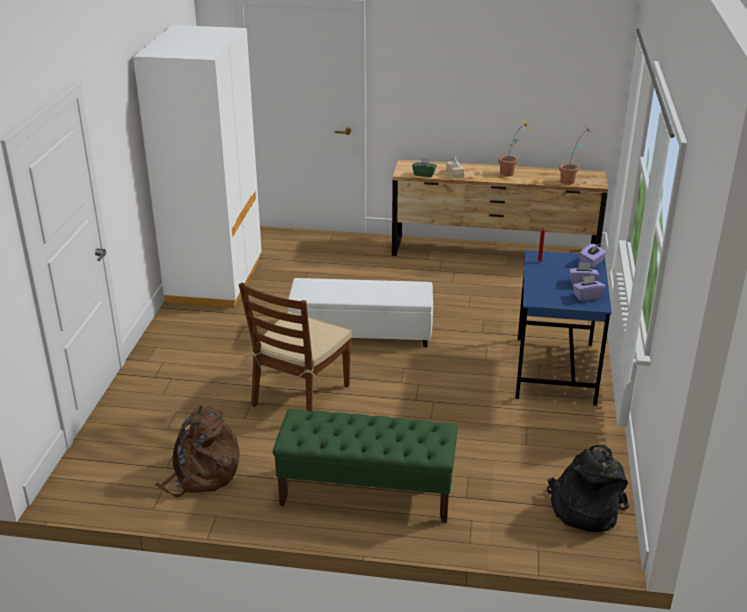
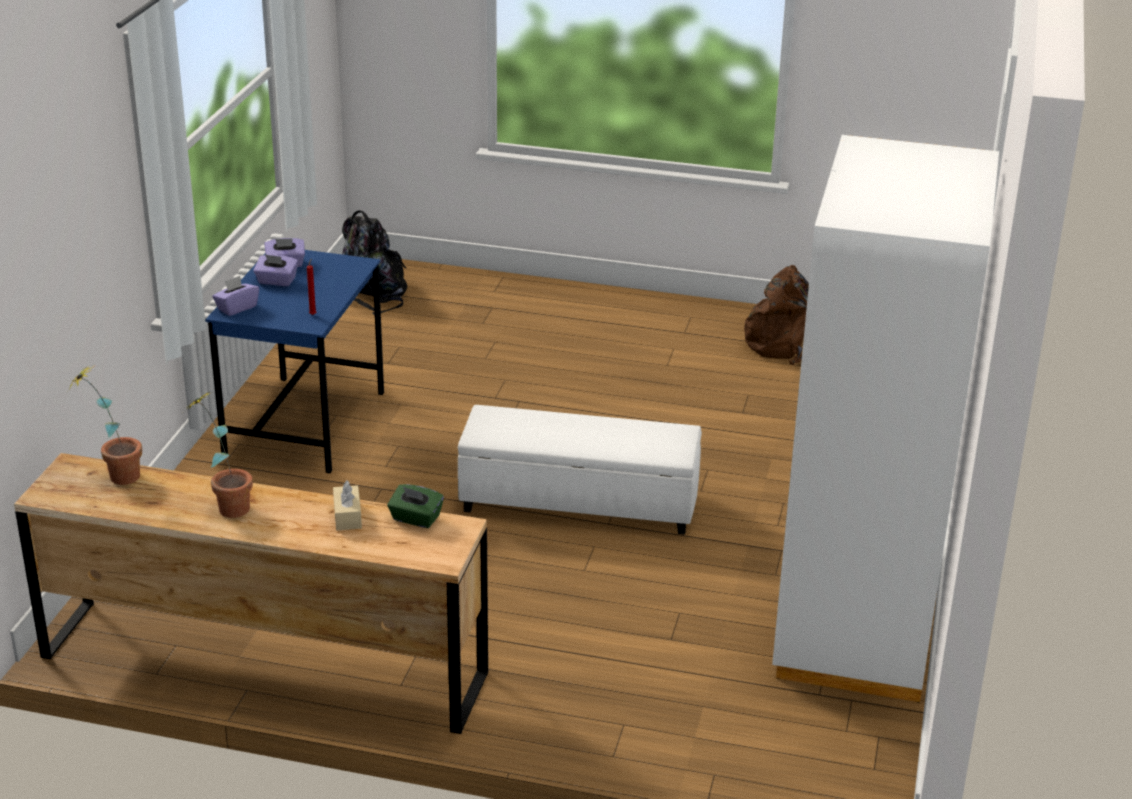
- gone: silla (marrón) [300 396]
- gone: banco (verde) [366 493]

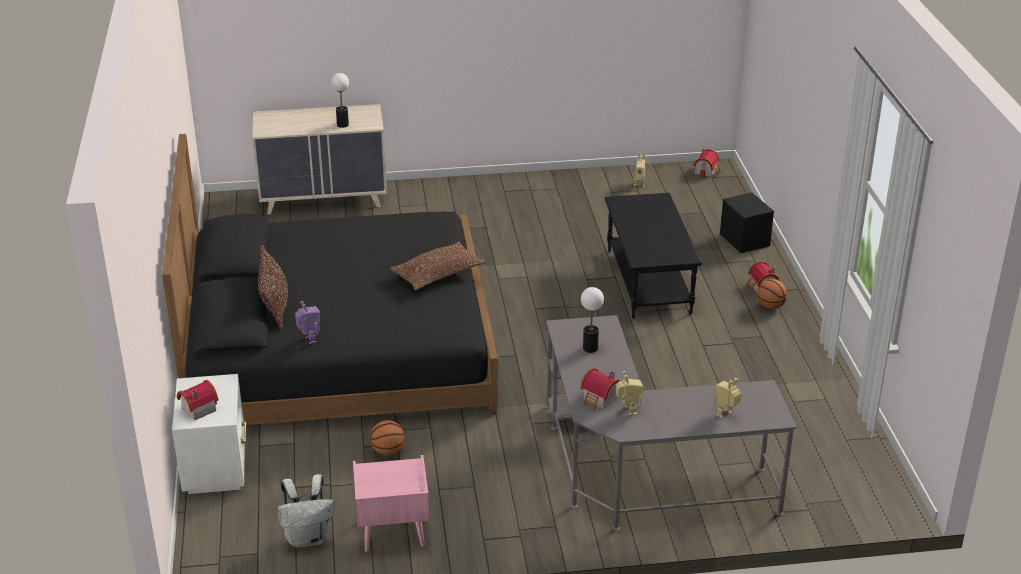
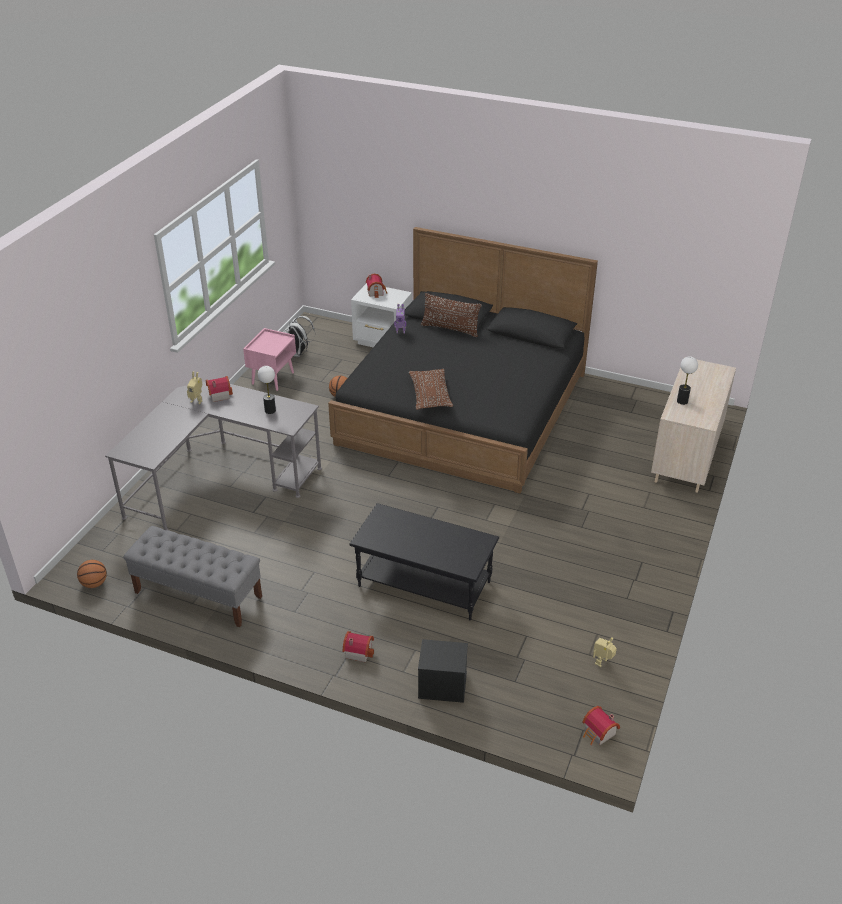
- gone: robot de juguete [726 415]
- new: banco (gris) [198 594]
- shifted: balón de baloncesto [770 306] to [94 583]

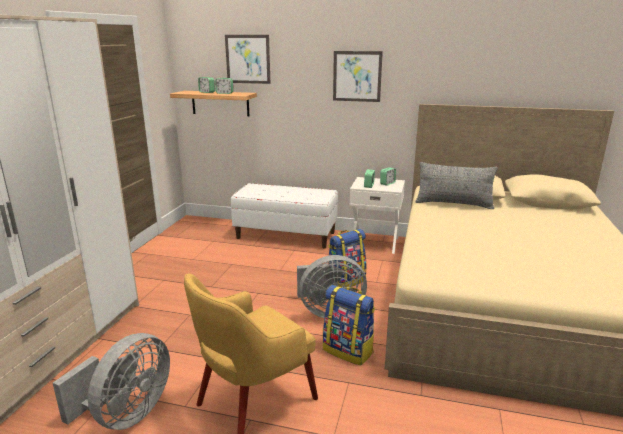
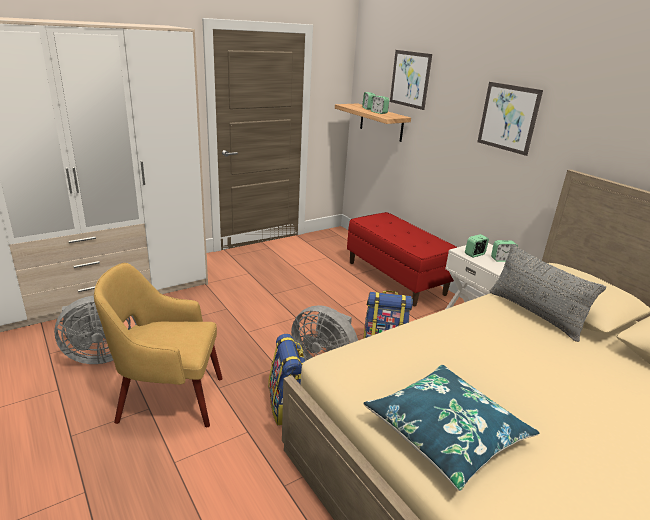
- new: cojín (azul) [446 432]
- repainted: banco (blanco) [286 235] to banco (rojo) [396 278]

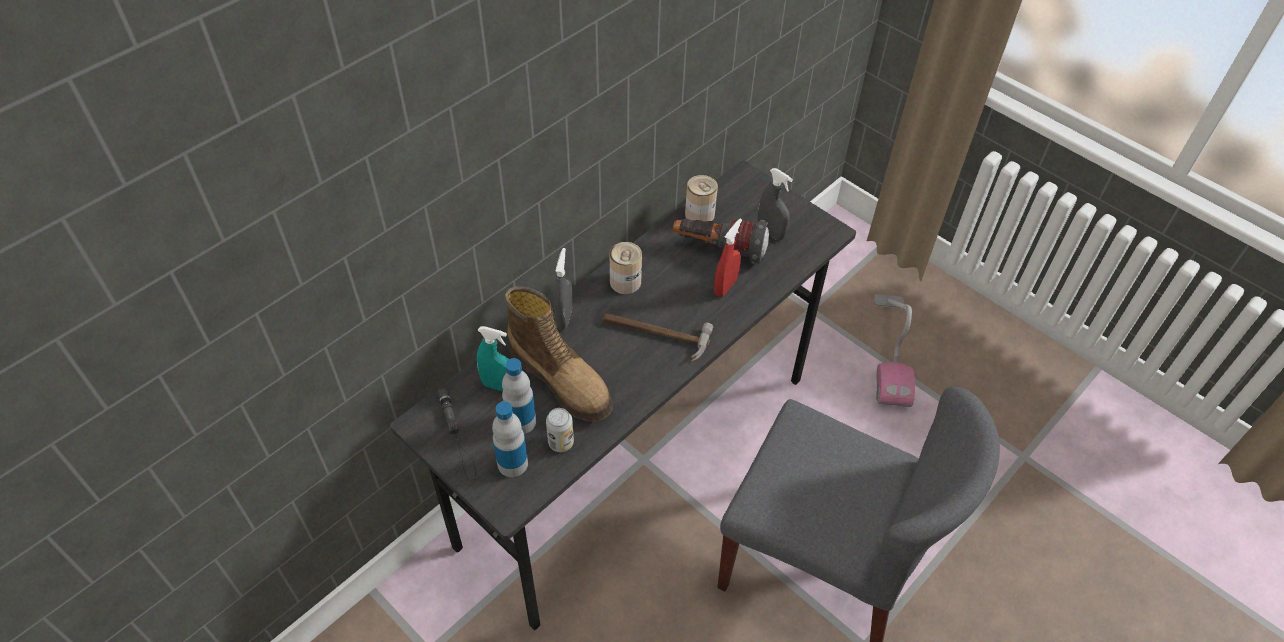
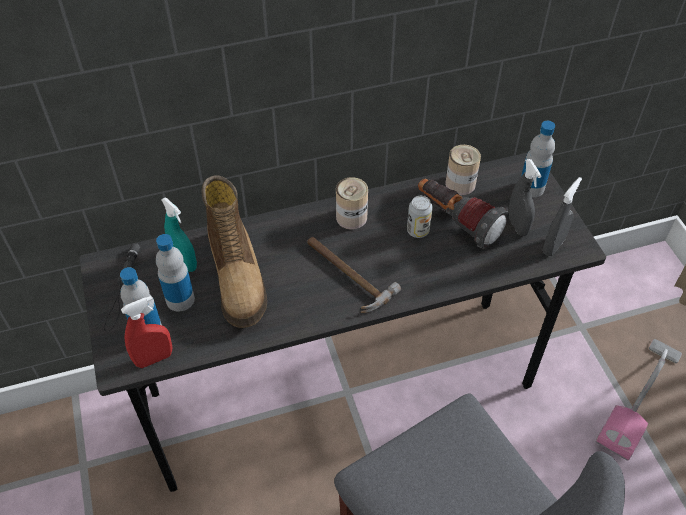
- new: botella [531 188]
- shifted: lata [561 442] to [418 231]
- shifted: pulverizador (gris) [564 318] to [553 246]
- shifted: pulverizador (rojo) [725 286] to [154 358]

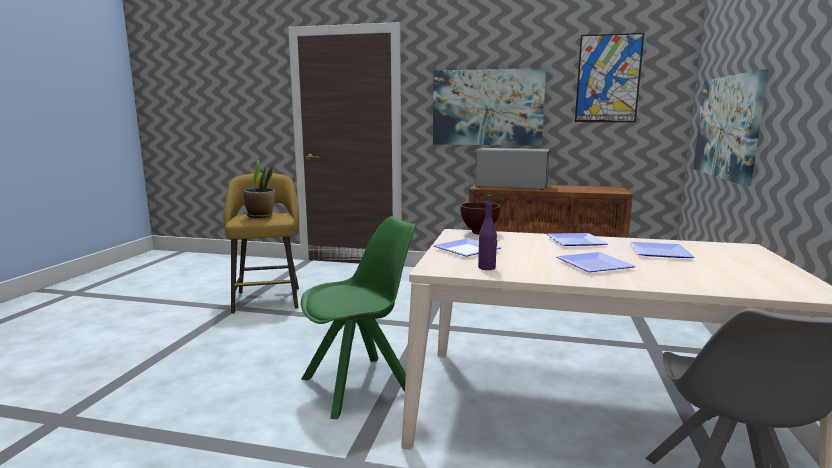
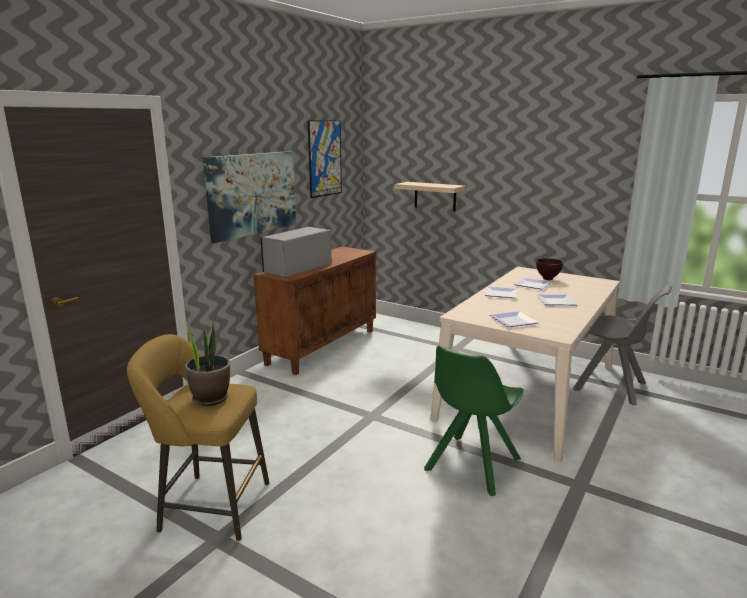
- gone: botella (morado) [487 268]
- shifted: cuenco (marrón) [480 233] to [548 279]
- swapped: cuadro [728 127] to estante [435 196]
- rotated: silla (verde) [360 385] = [471 465] 135 degrees counterclockwise

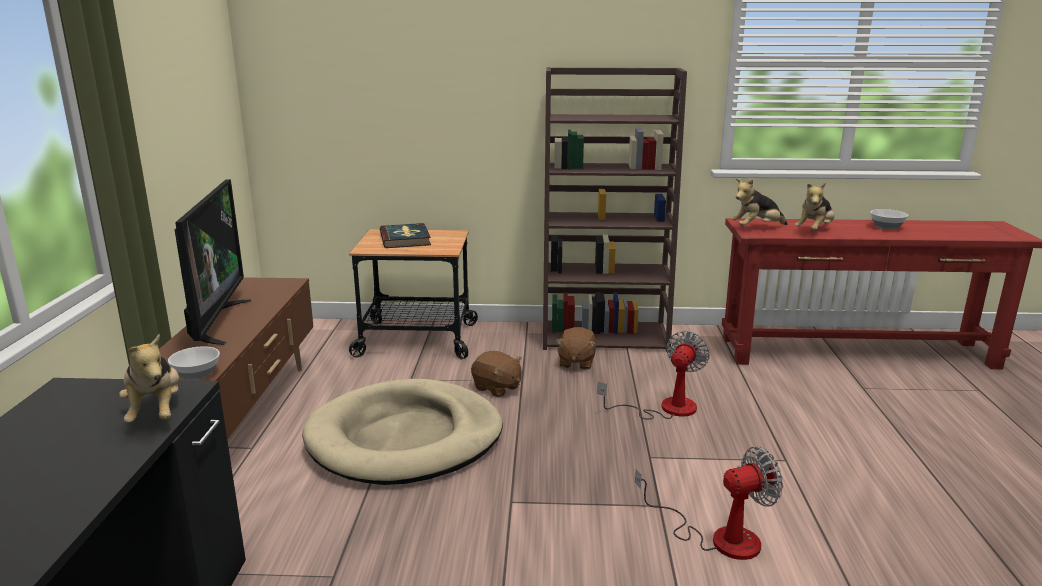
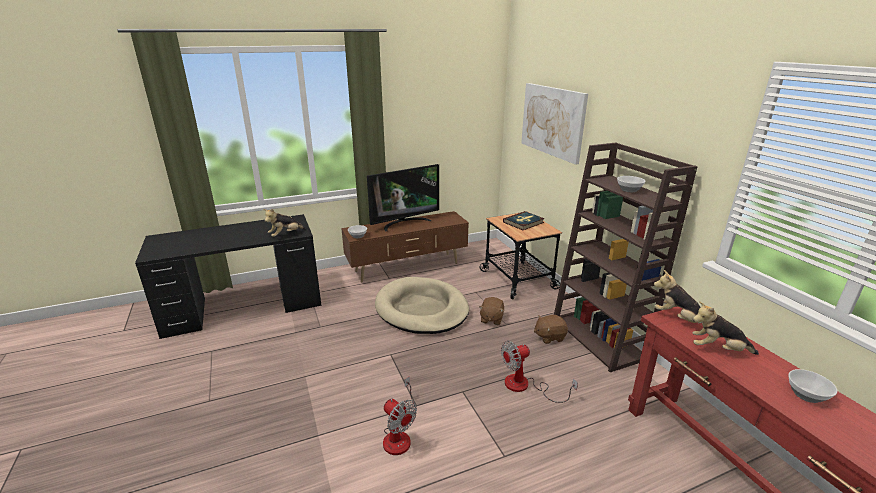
- new: cuadro [552 121]
- new: cuenco [628 190]
- rotated: ventilador [665 408] = [525 386] 150 degrees clockwise

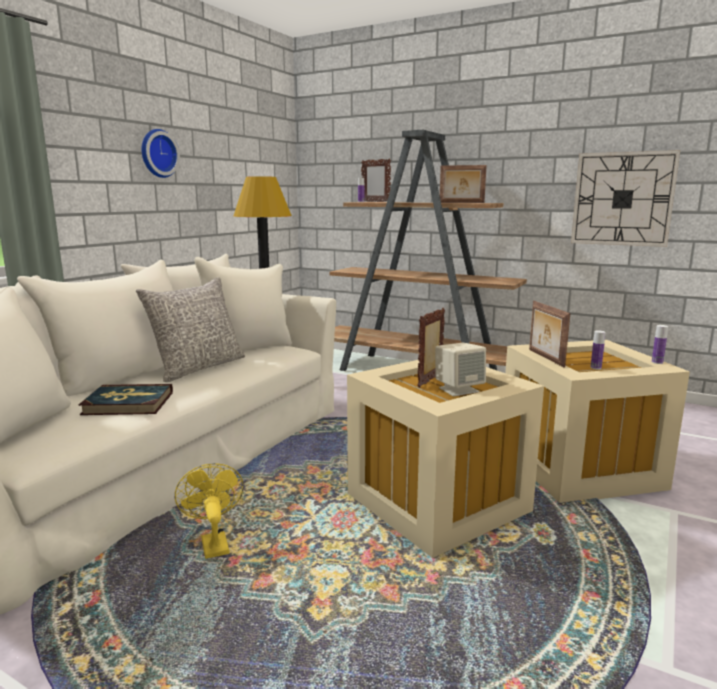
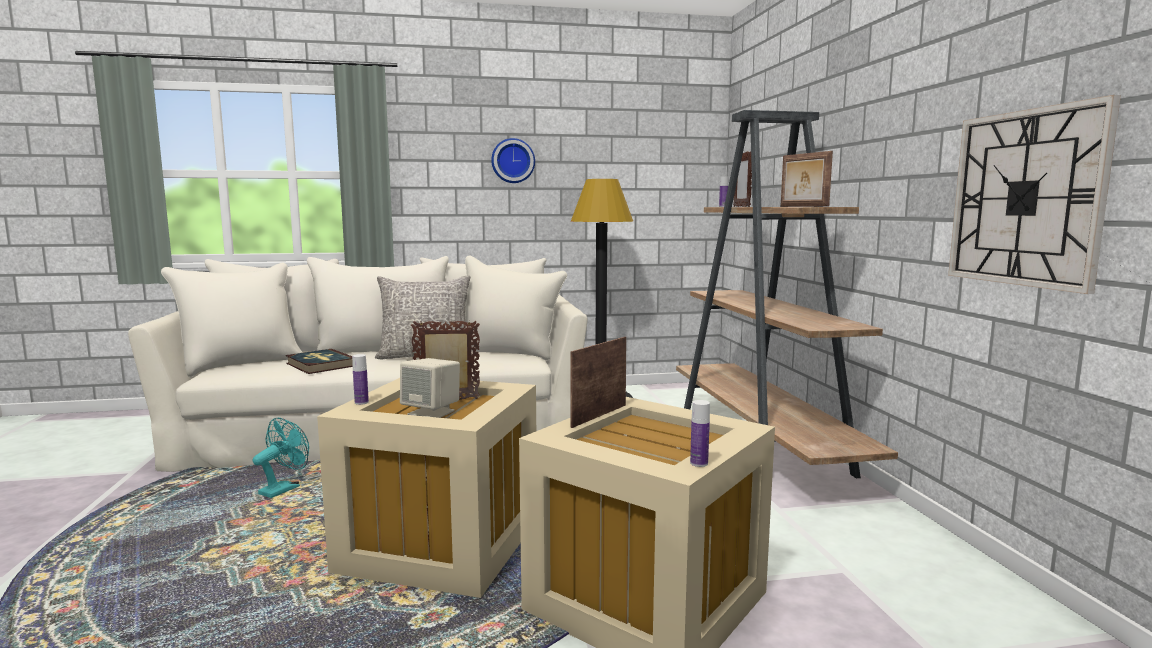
- shifted: botella [595 367] to [361 402]
- repainted: ventilador (amarillo) [213 543] to ventilador (turquesa) [284 489]

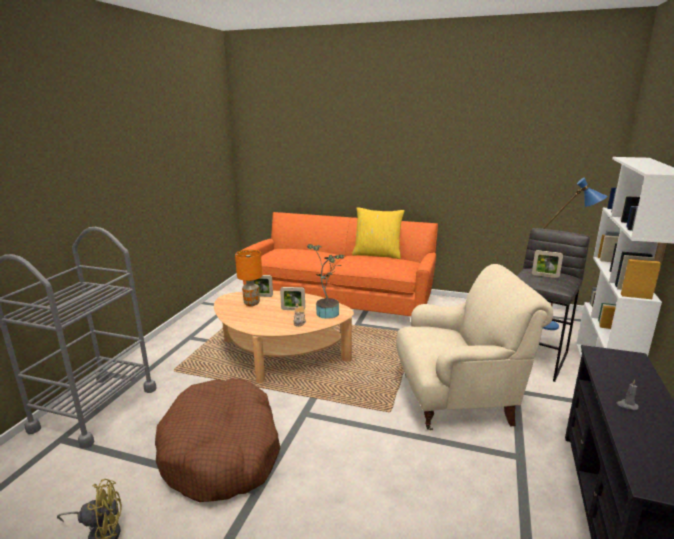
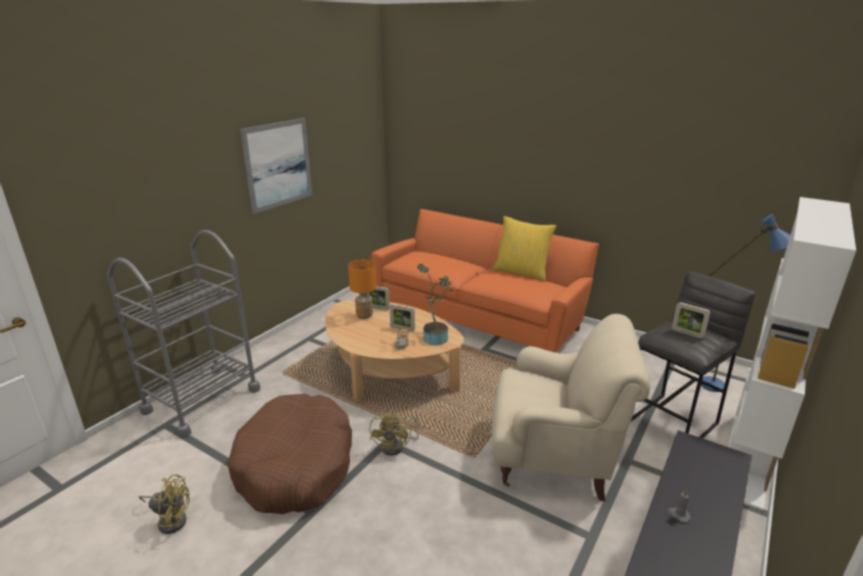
- new: cuadro [278 164]
- new: ventilador (amarillo) [396 446]

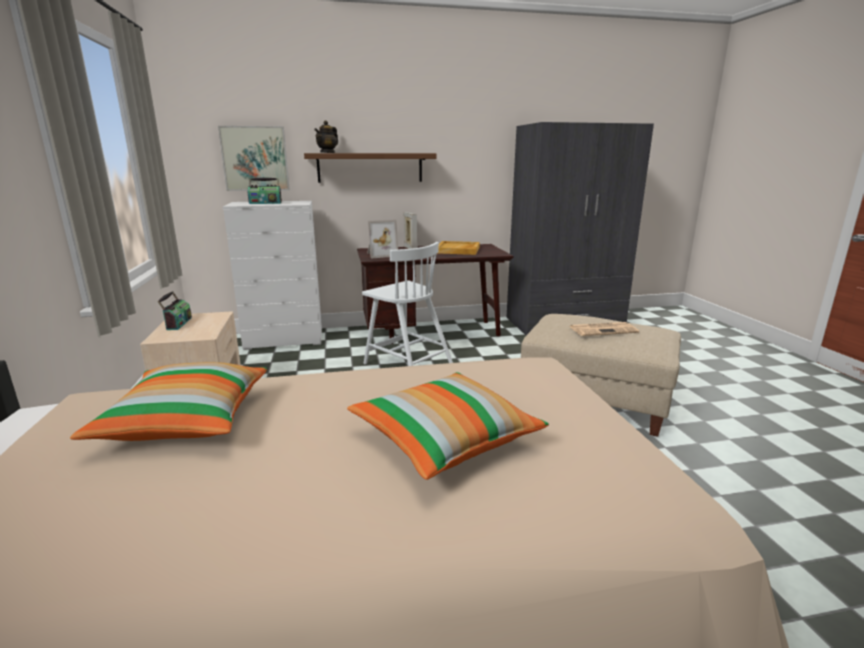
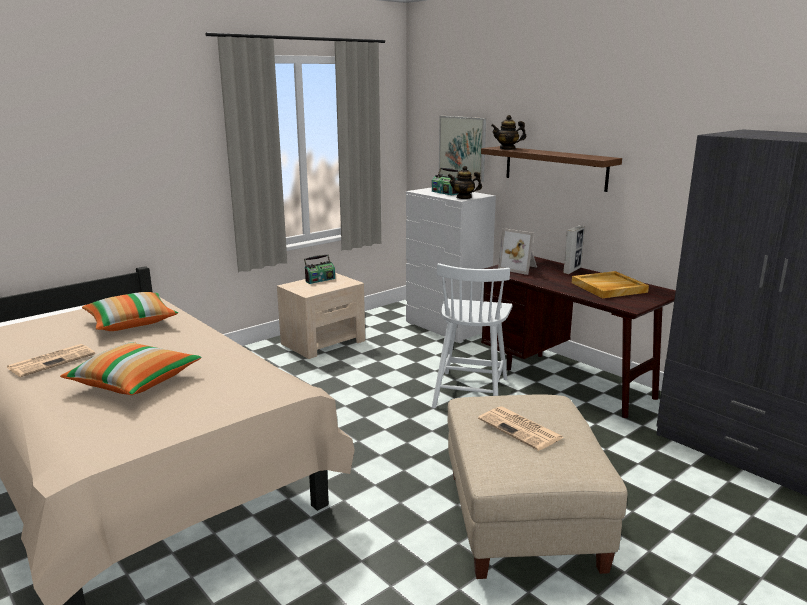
- new: periódico [52 360]
- new: tetera [464 197]

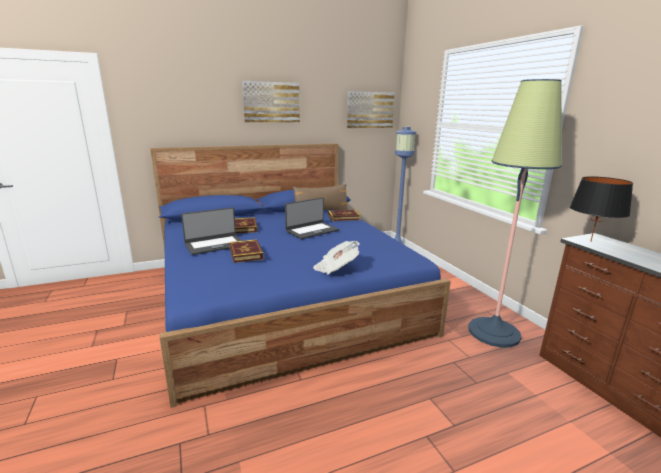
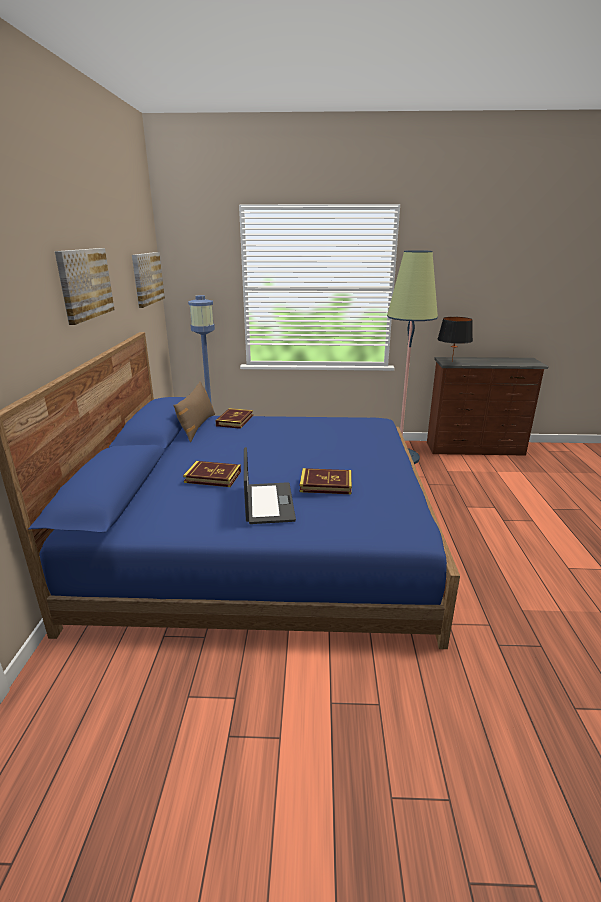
- gone: portátil [312 231]
- gone: periódico [336 268]

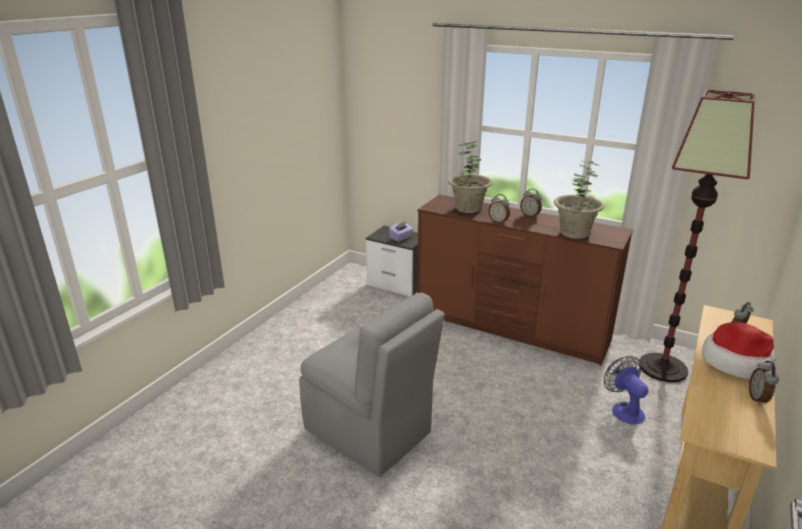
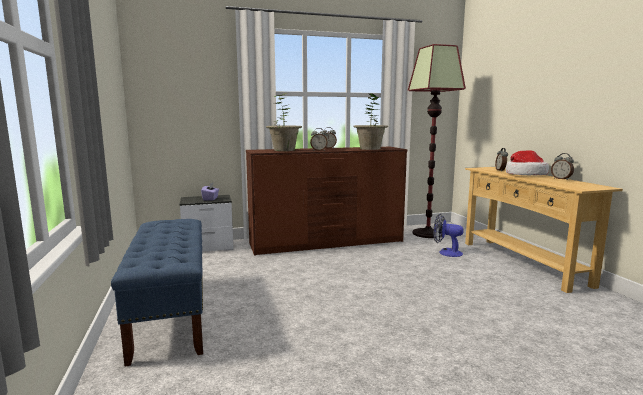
- gone: silla (gris) [369 432]
- new: banco (azul) [171 314]

